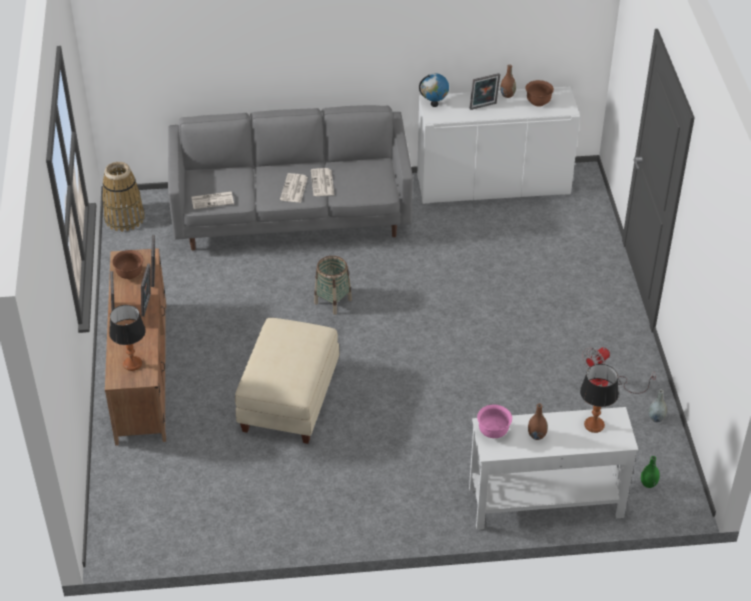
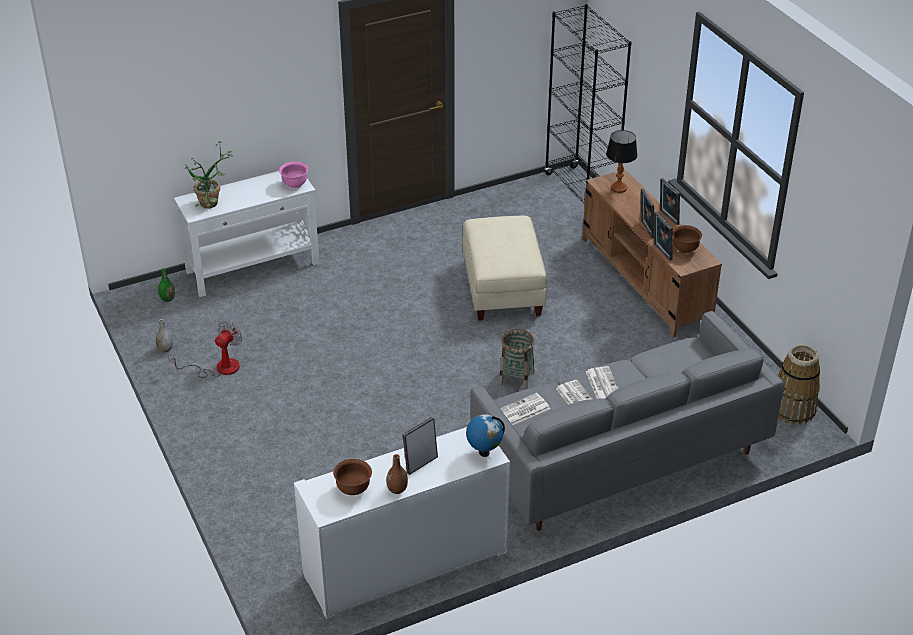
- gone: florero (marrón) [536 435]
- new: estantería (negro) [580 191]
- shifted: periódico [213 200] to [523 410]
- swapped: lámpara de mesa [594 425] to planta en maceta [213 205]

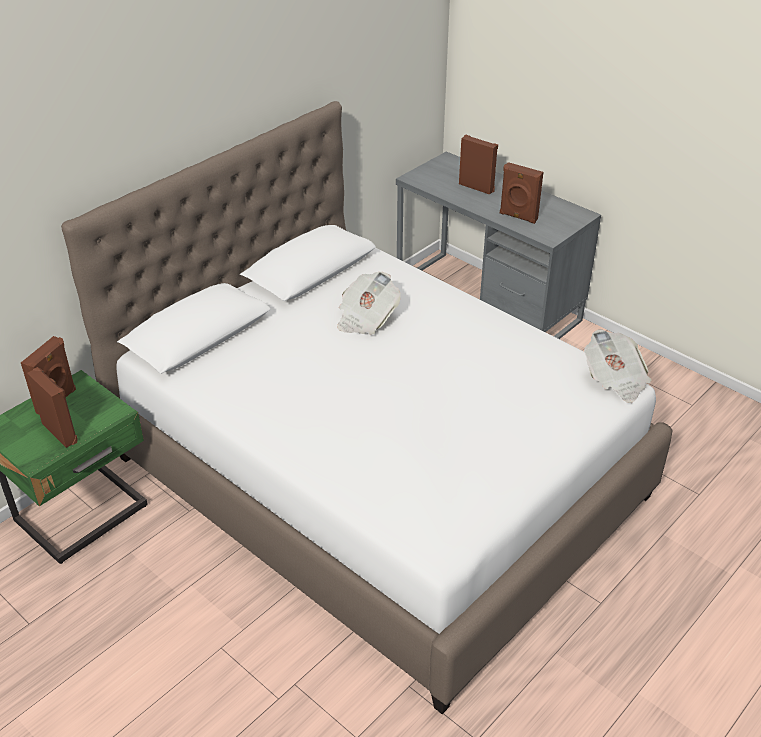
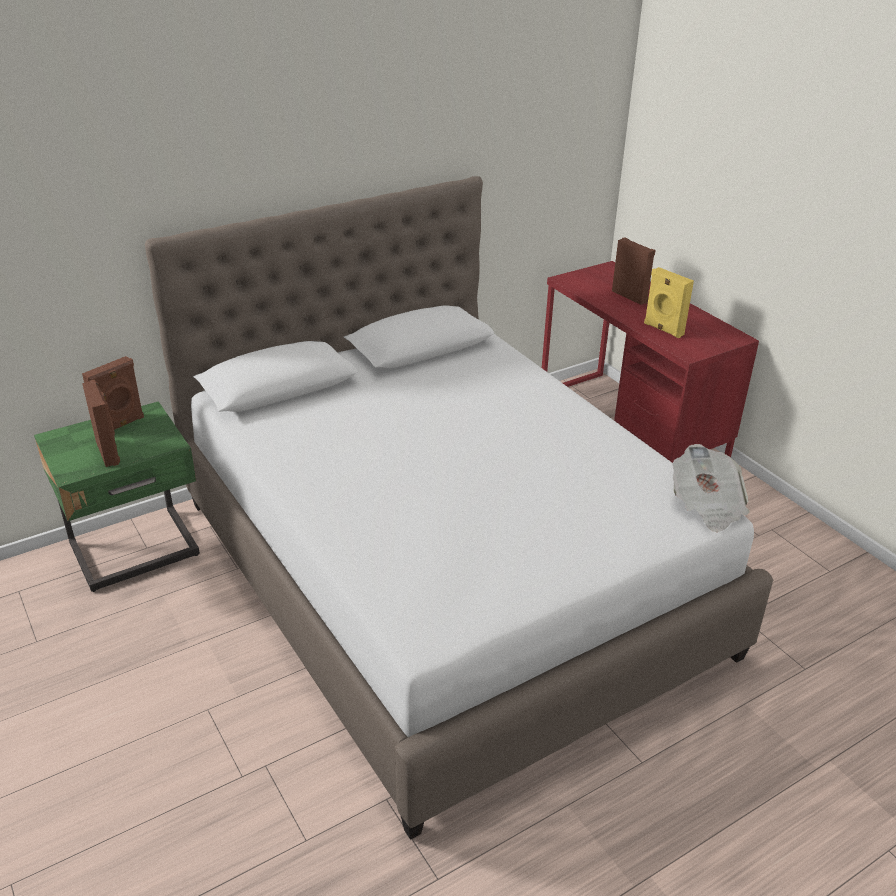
- gone: periódico [366 318]
- repainted: escritorio (gris) [487 302] to escritorio (rojo) [629 426]
- repainted: altavoz (marrón) [518 217] to altavoz (amarillo) [663 329]

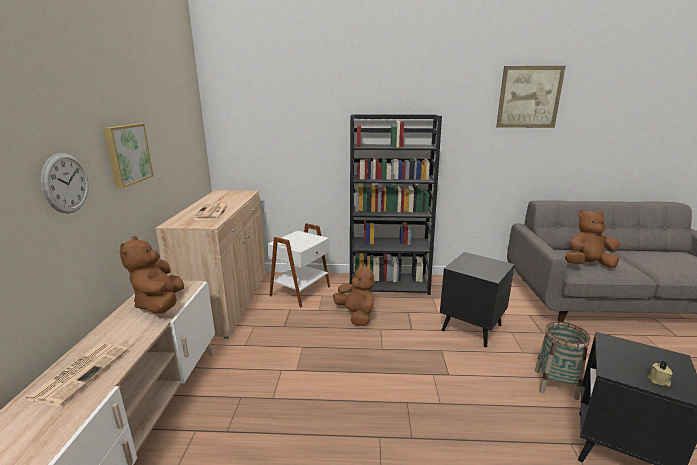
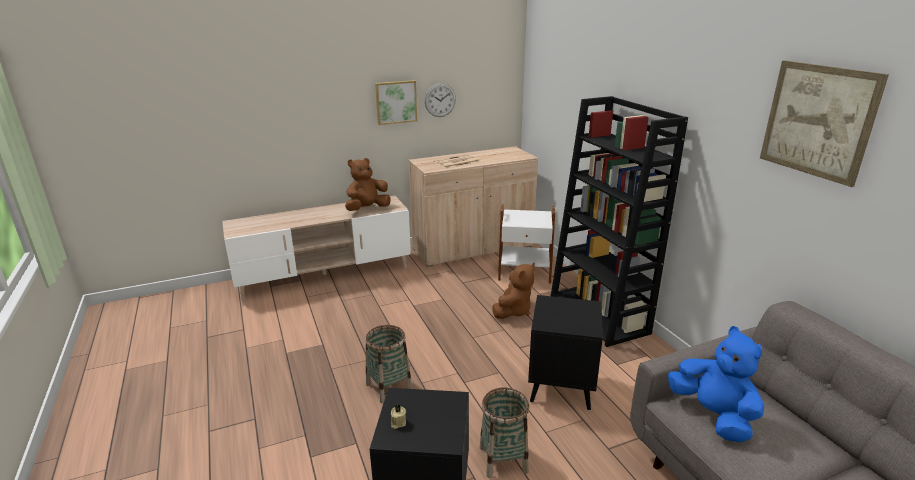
- gone: periódico [81 372]
- new: cesta [389 386]
- shifted: reloj de pared [66 183] to [440 100]
- repainted: peluche (marrón) [587 265] to peluche (azul) [713 415]

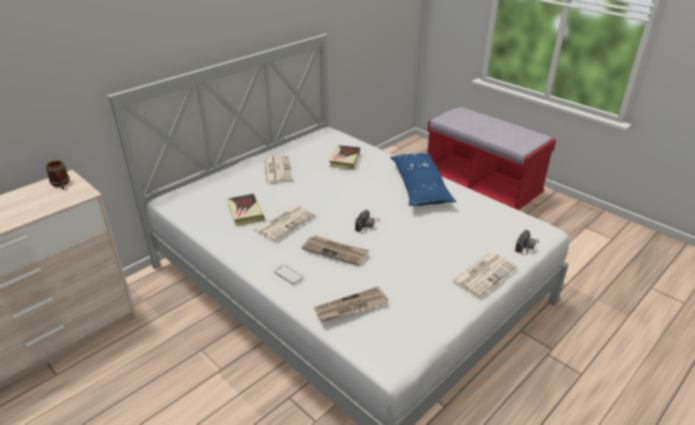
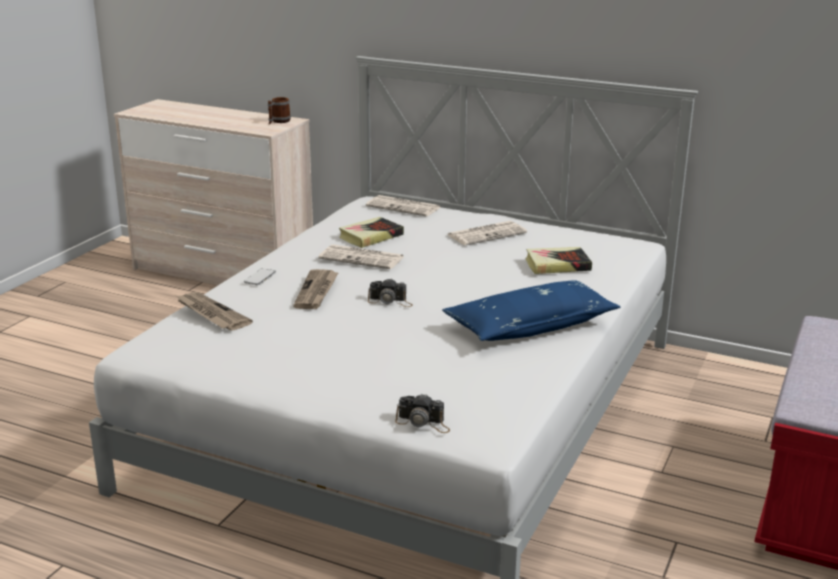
- shifted: periódico [484 274] to [404 207]

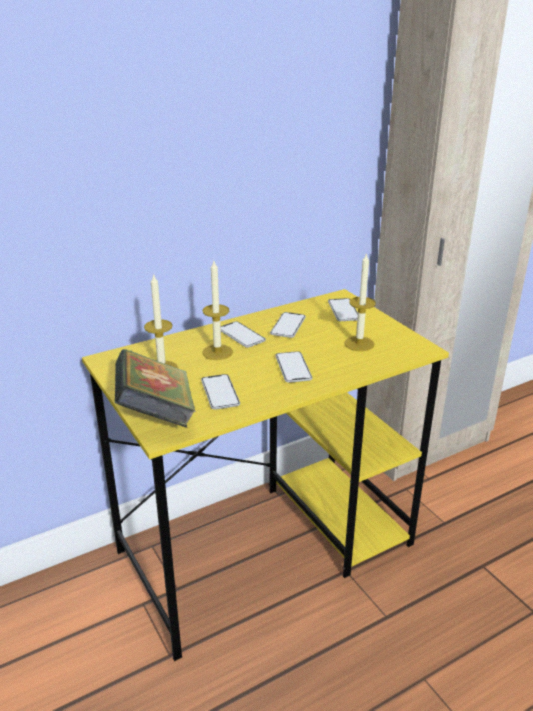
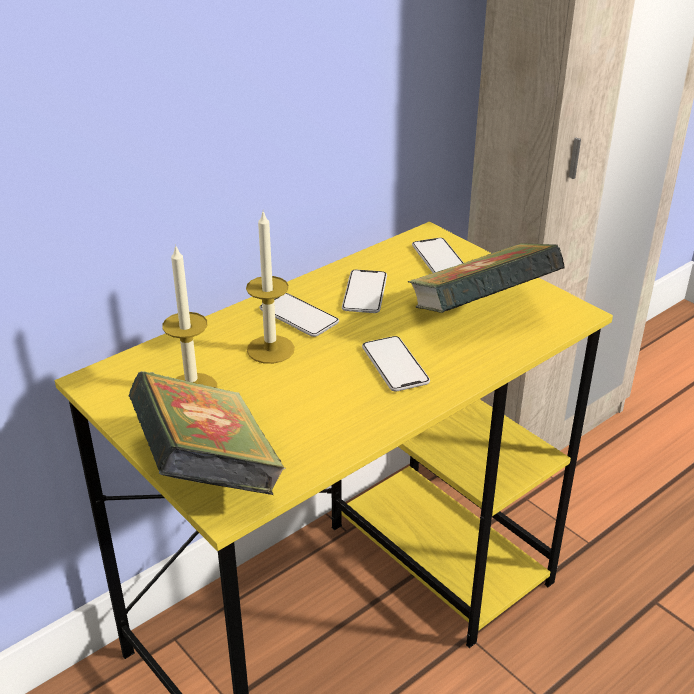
- gone: móvil [220 393]
- swapped: vela [359 343] to libro [480 313]

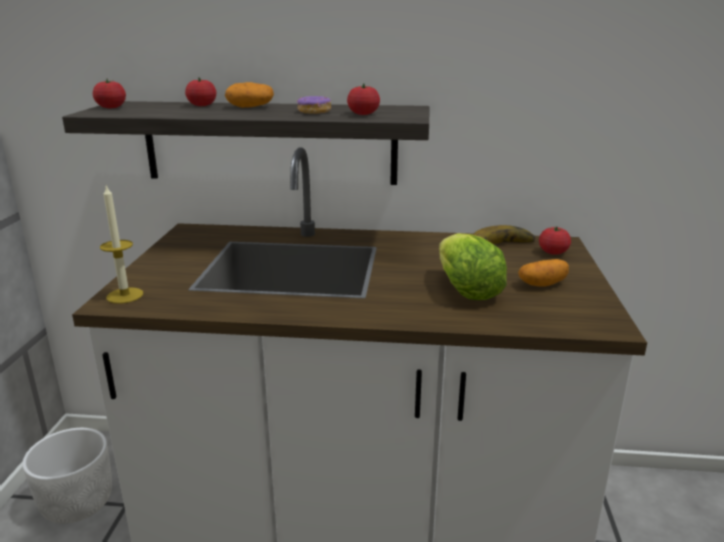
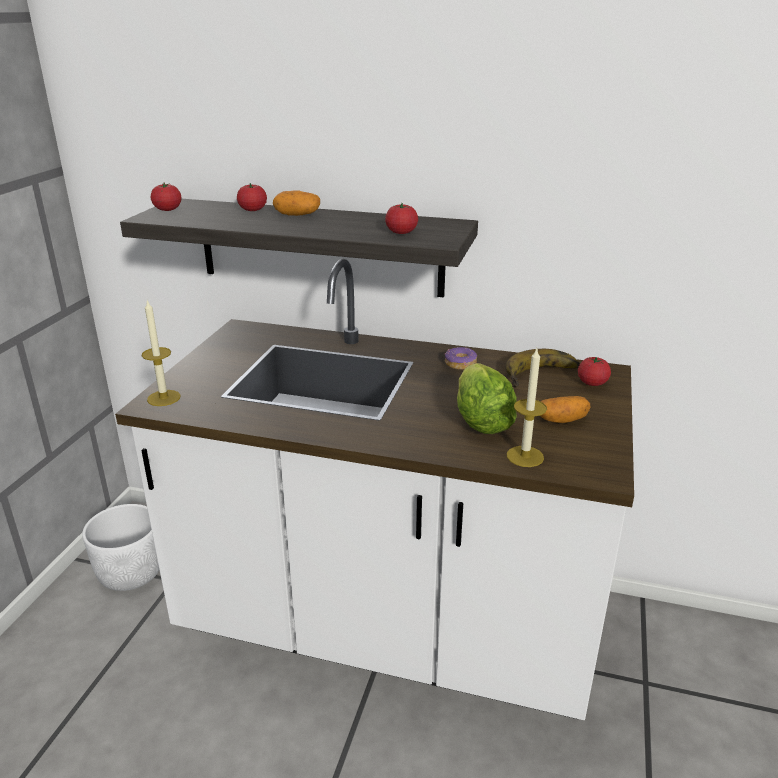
- new: vela [525 456]
- shifted: rosquilla [314 111] to [460 364]

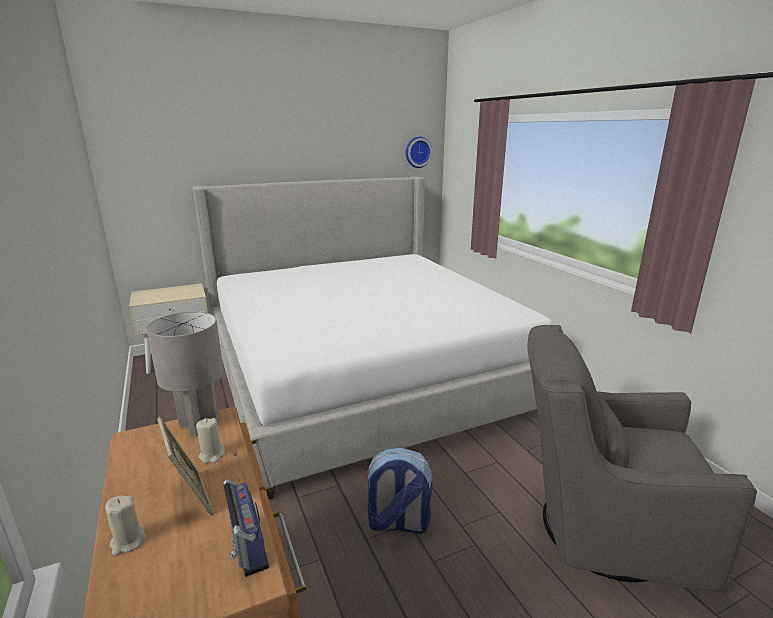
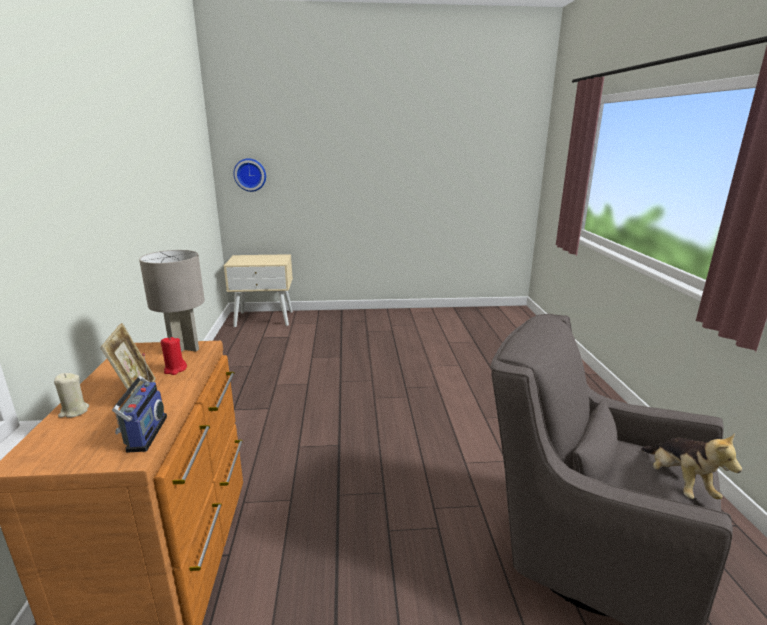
- gone: cama [363 373]
- gone: mochila [397 523]
- new: peluche [678 483]
- shifted: reloj de pared [417 152] to [250 174]
- repainted: vela (beis) [212 455] to vela (rojo) [175 369]

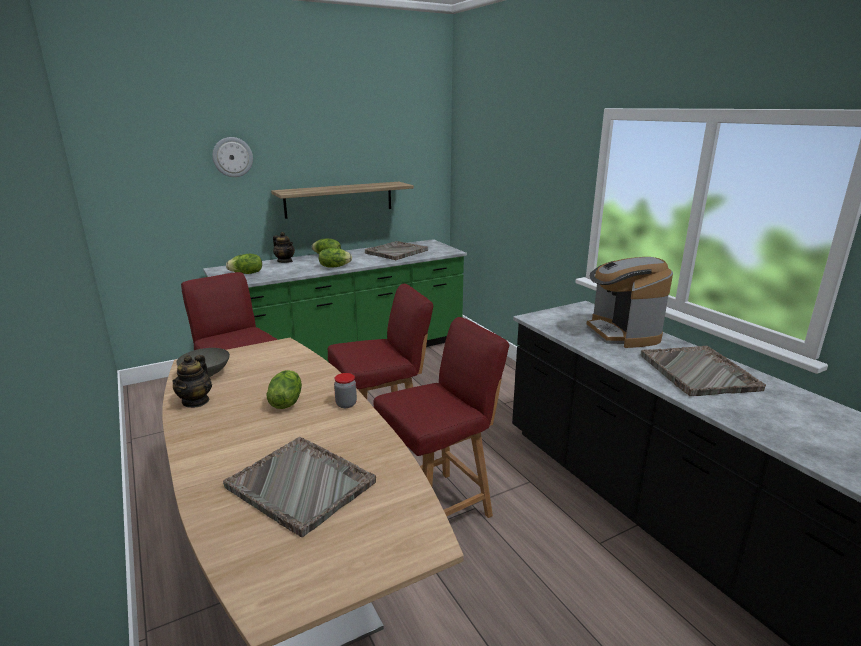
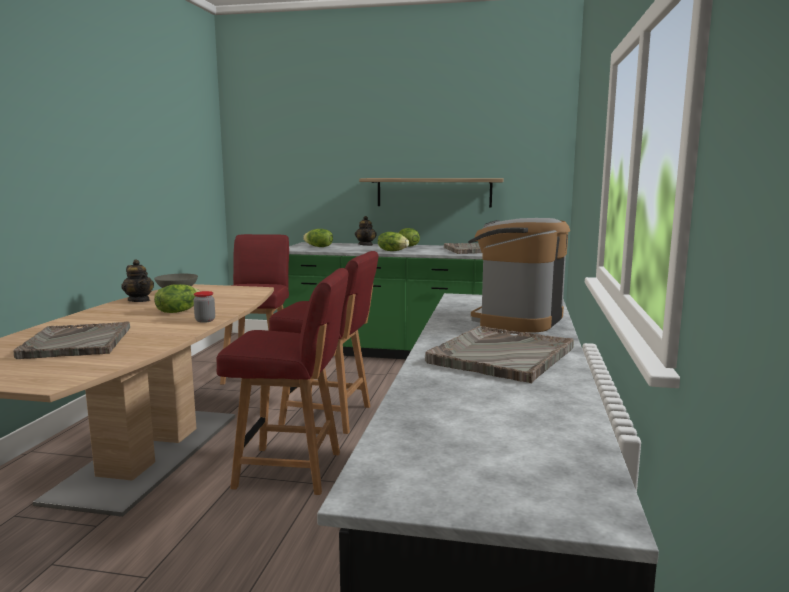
- gone: reloj de pared [232 157]
- rotated: tetera [196 401] = [139 300] 90 degrees counterclockwise

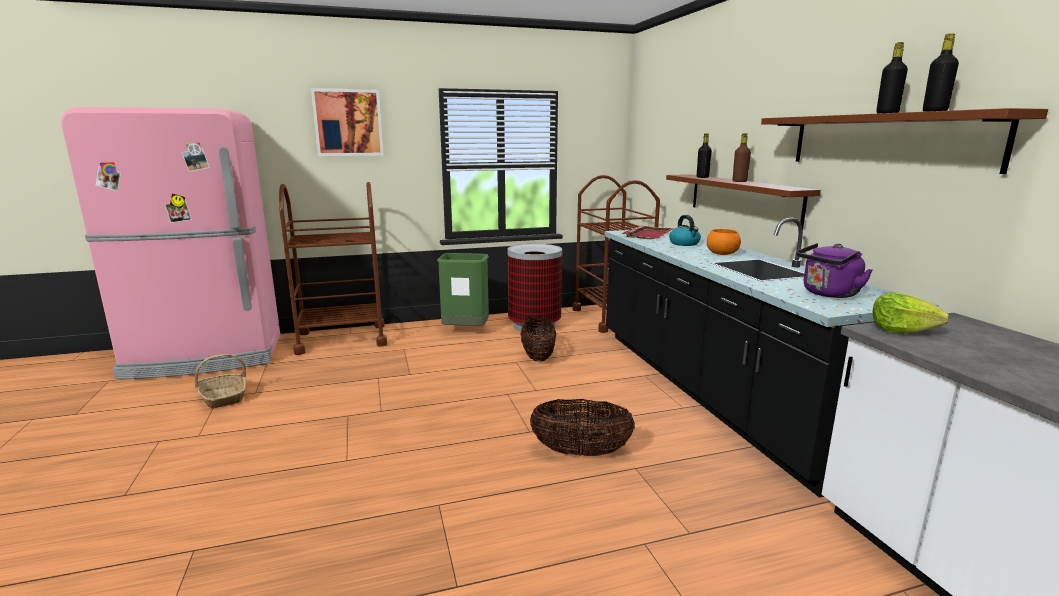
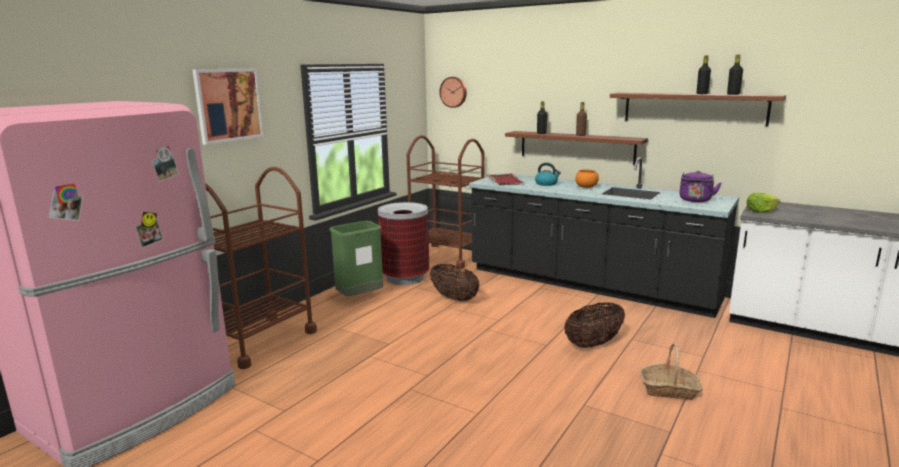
- new: reloj de pared [453 92]
- shifted: cesta [223 397] to [669 390]

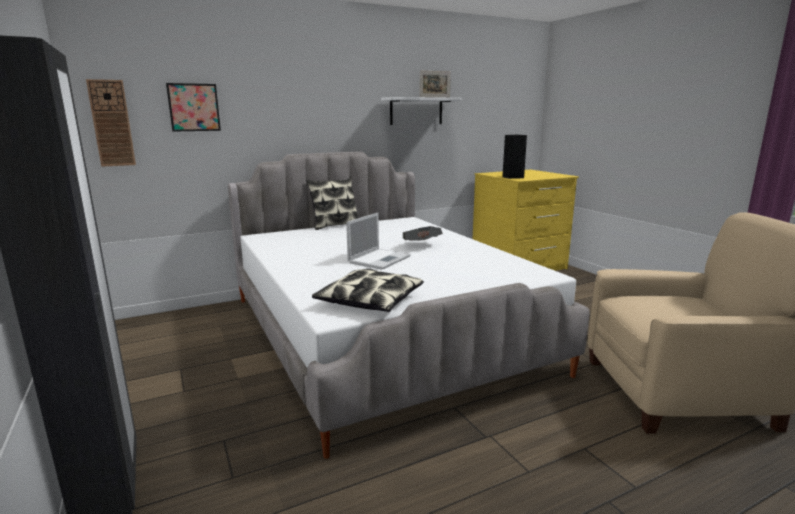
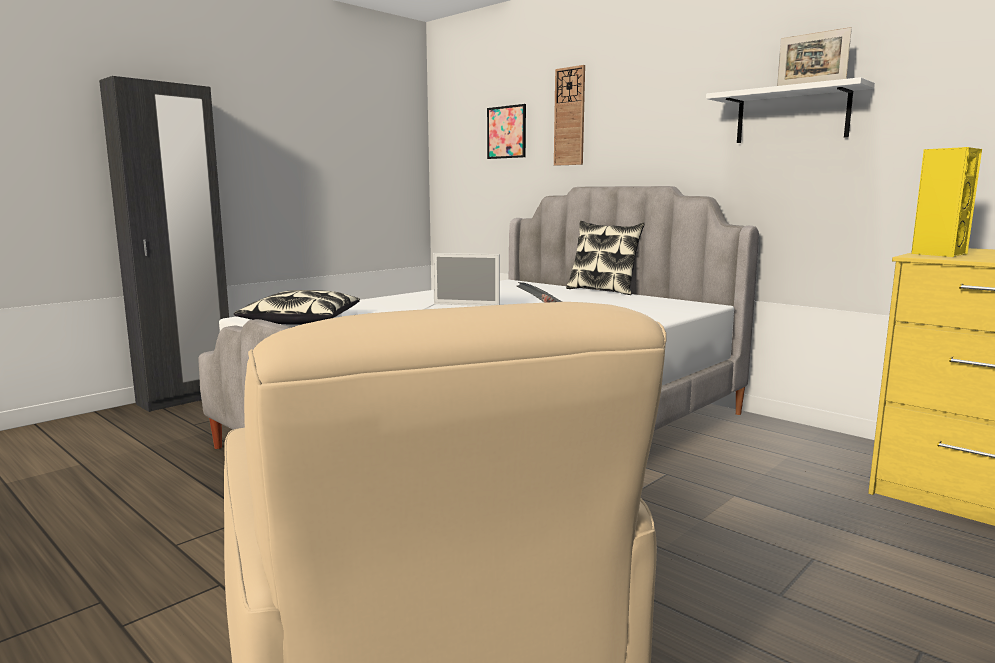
- shifted: reloj de pared [111 123] to [569 116]
- repainted: altavoz (negro) [512 177] to altavoz (amarillo) [938 254]

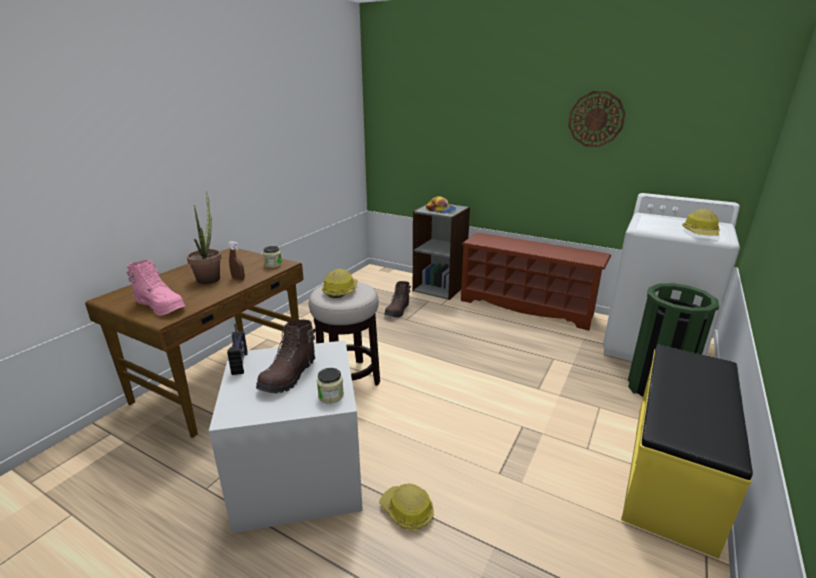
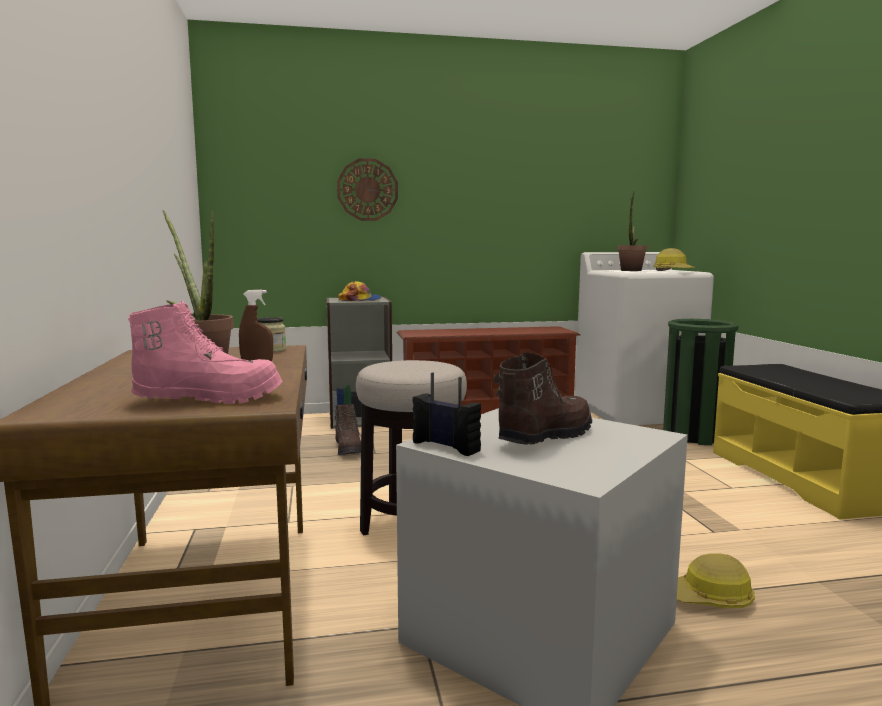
- gone: tarro [331 396]
- gone: casco [340 290]
- new: planta en maceta [630 270]
- shifted: reloj de pared [596 119] to [367 190]
- rotated: bota (marrón) [289 376] = [543 437] 120 degrees counterclockwise

